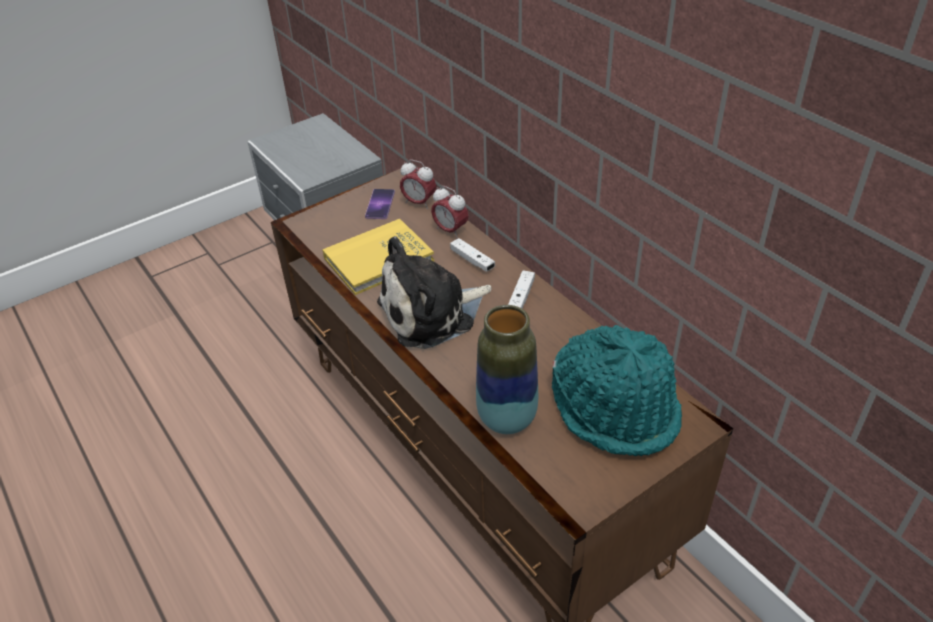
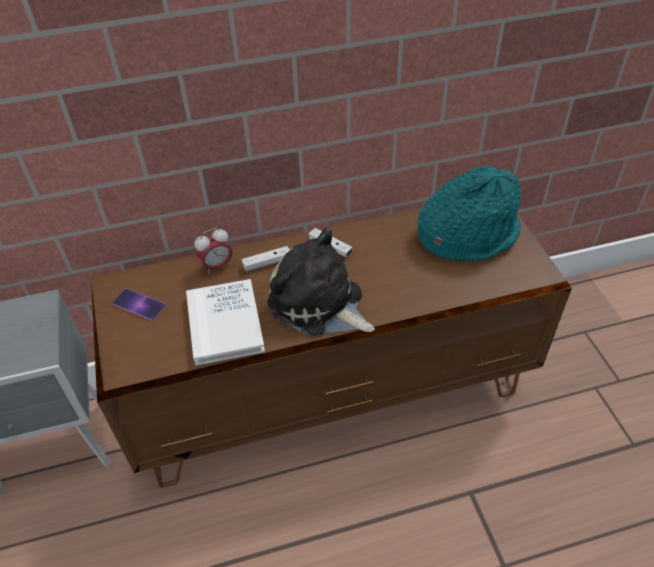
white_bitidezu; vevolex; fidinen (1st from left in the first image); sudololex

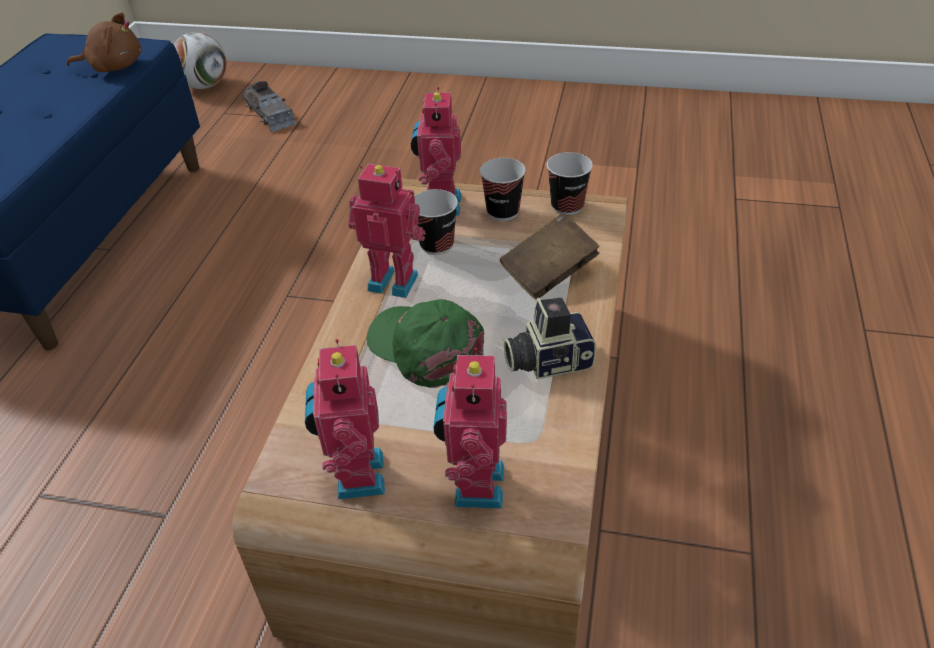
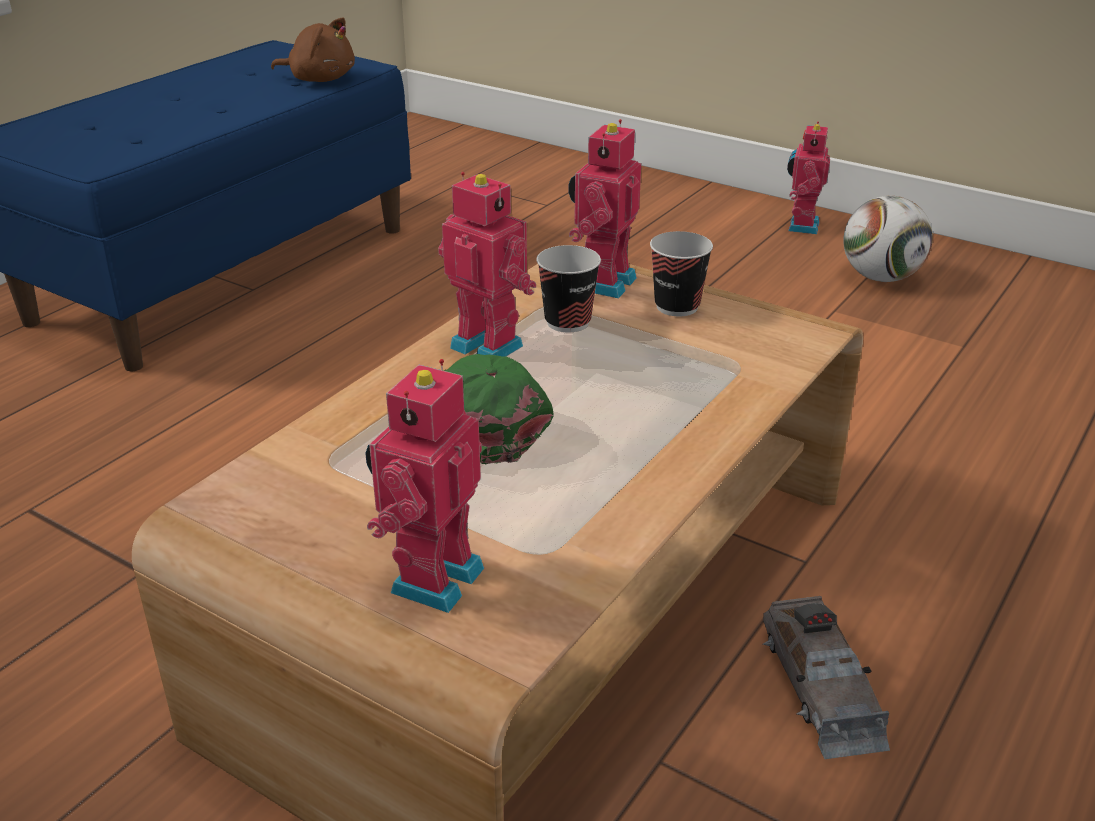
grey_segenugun; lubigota (4th from left); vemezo; brown_bitidezu; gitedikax; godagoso (3rd from left in the first image)

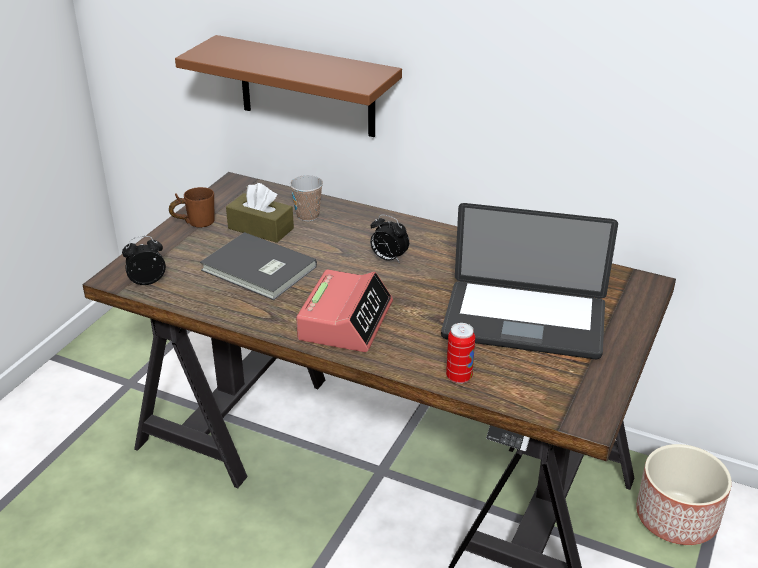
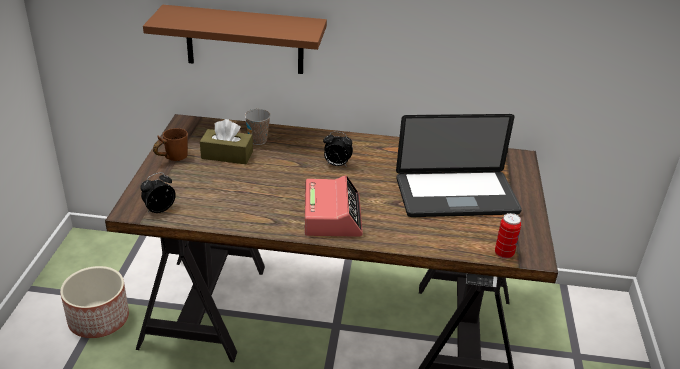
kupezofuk; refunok; grey_bitidezu

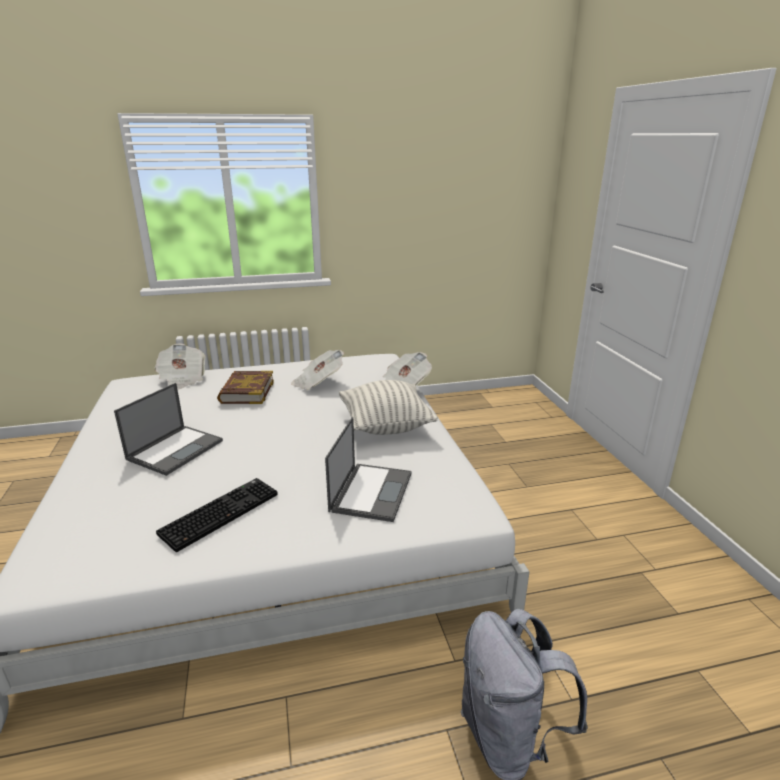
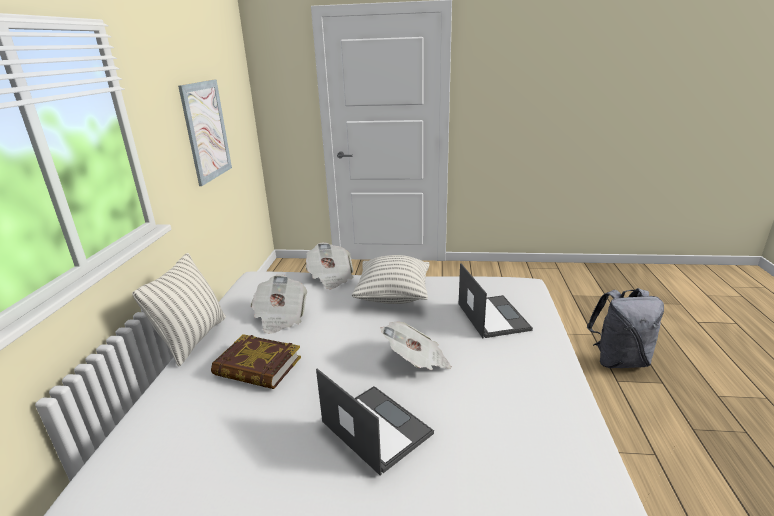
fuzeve (1st from left); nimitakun; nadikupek (3rd from left); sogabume (2nd from left); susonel

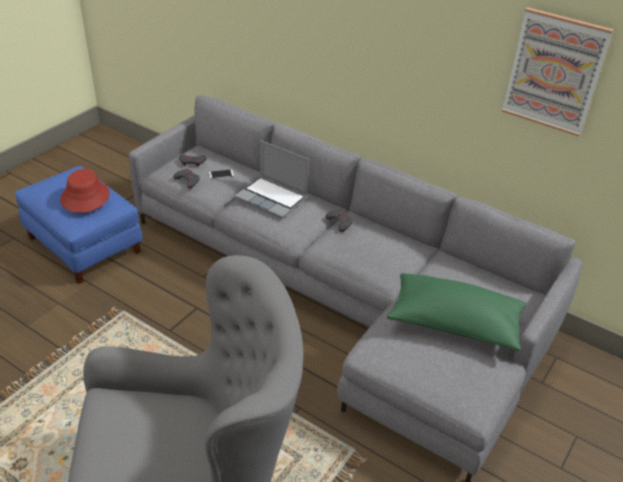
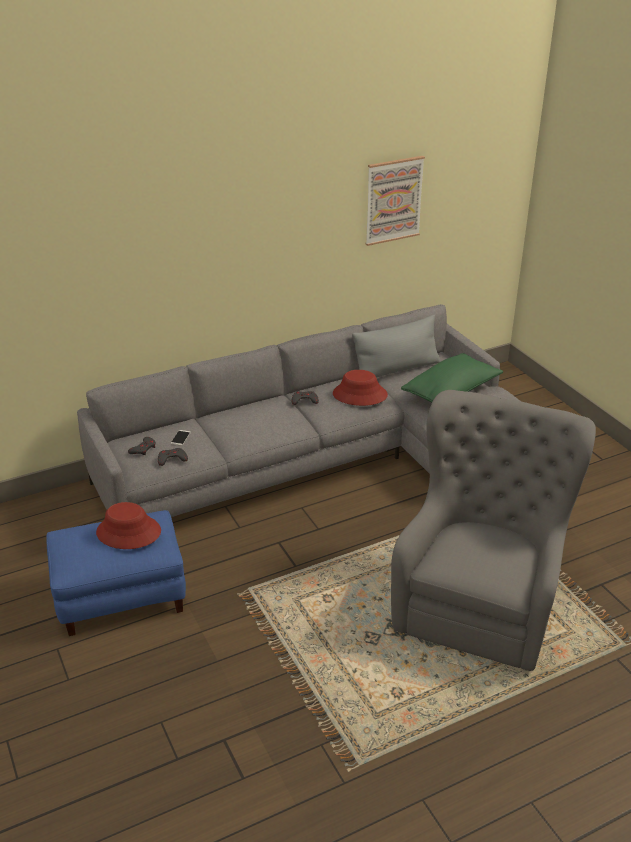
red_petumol (2nd from left); grey_fuzeve; sogabume

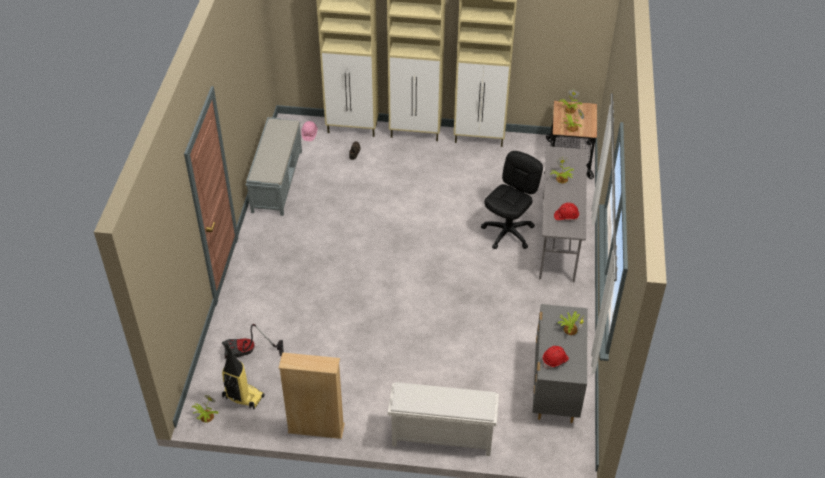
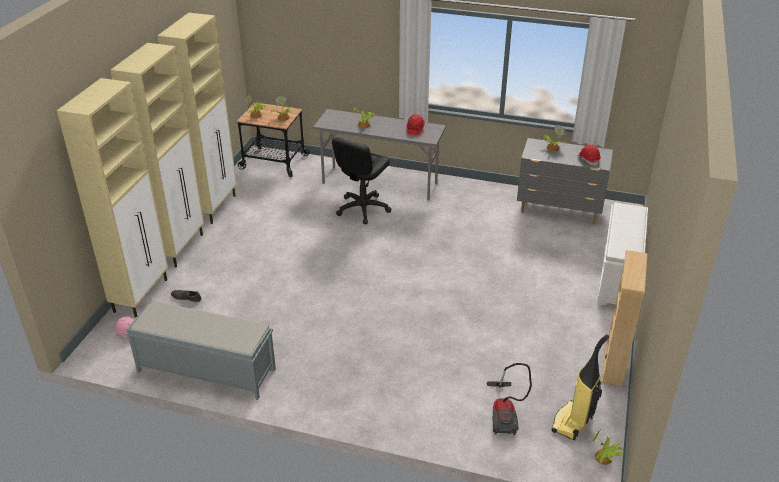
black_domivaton

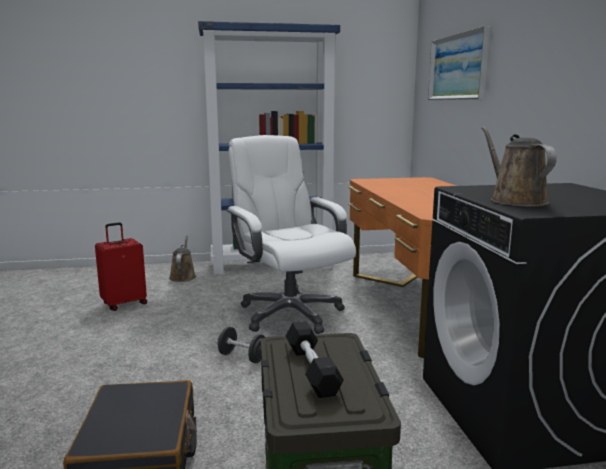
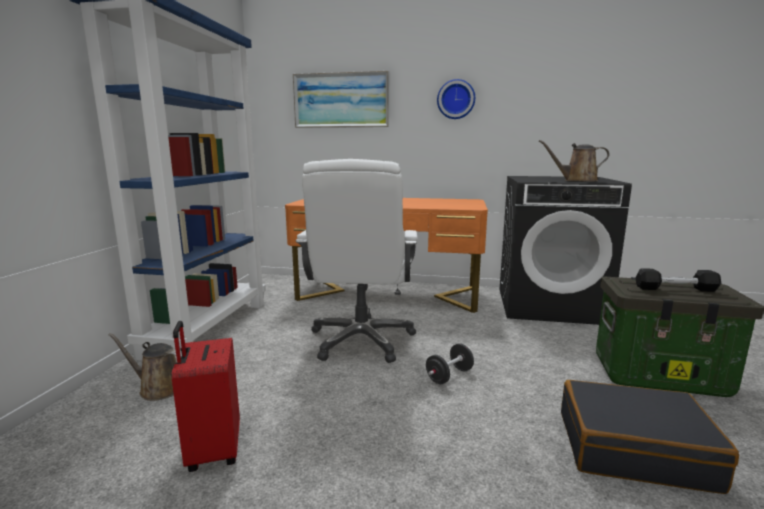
white_domivaton; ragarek

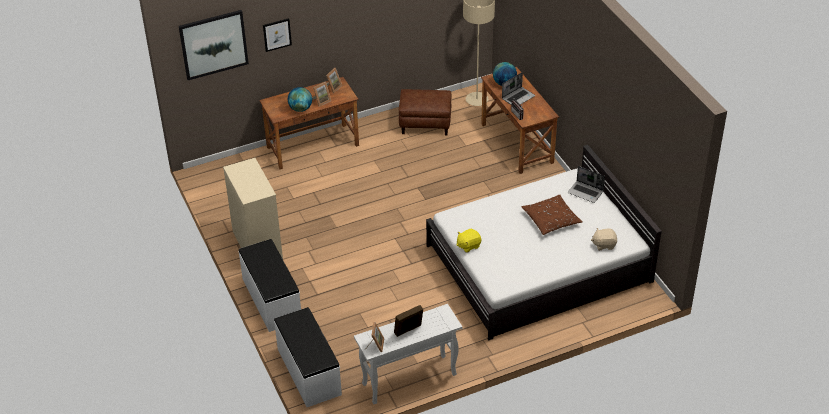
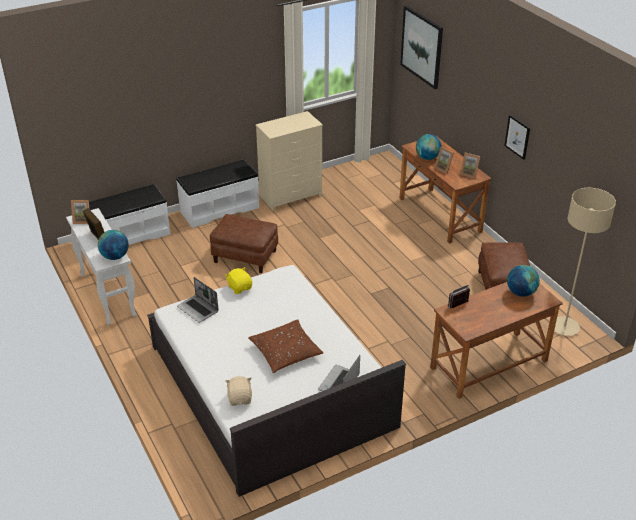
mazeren (1st from left); sogabume (1st from left); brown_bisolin (1st from left); nimitakun (2nd from left)

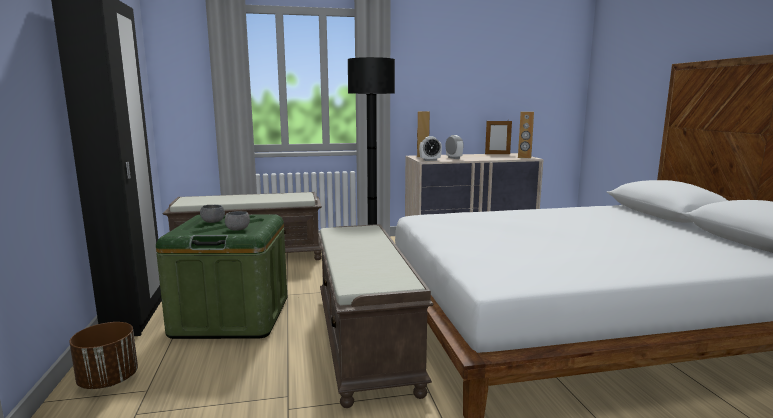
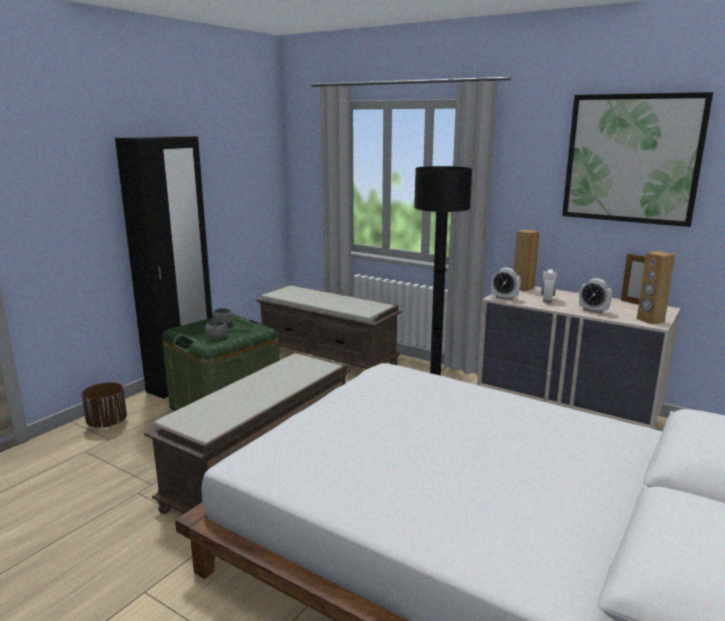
nimitakun; fidinen (3rd from left)

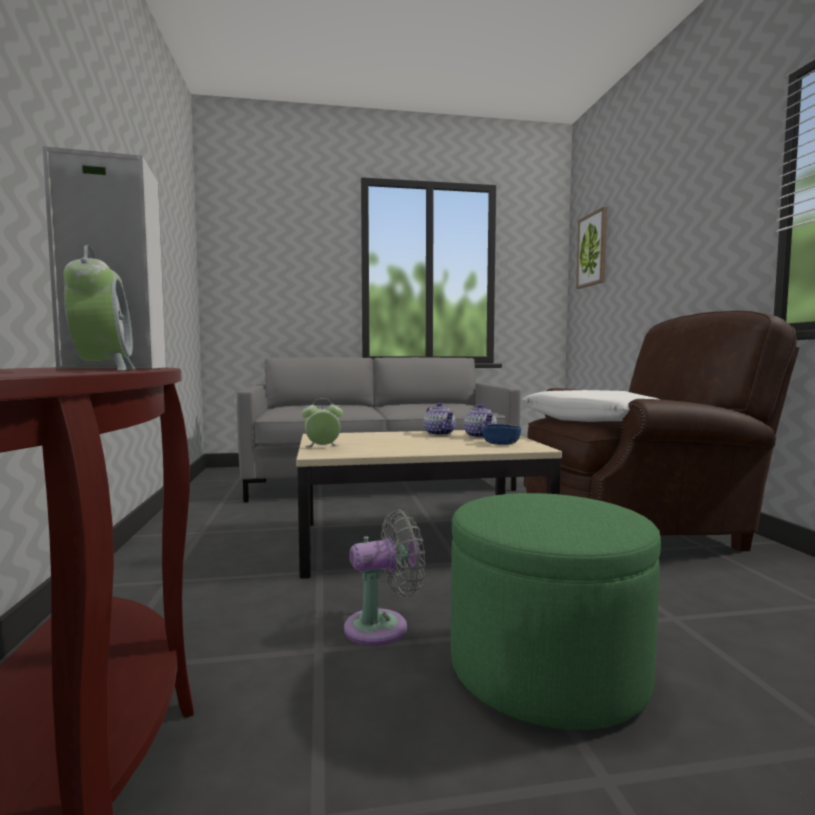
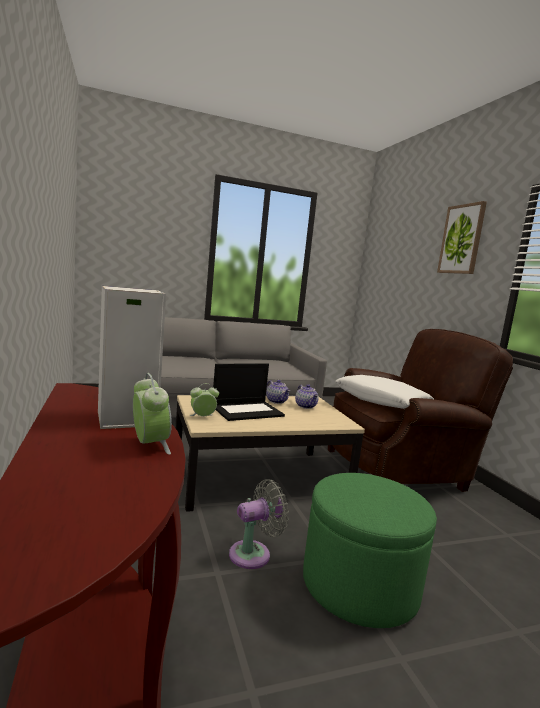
sogabume; nimitakun; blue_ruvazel

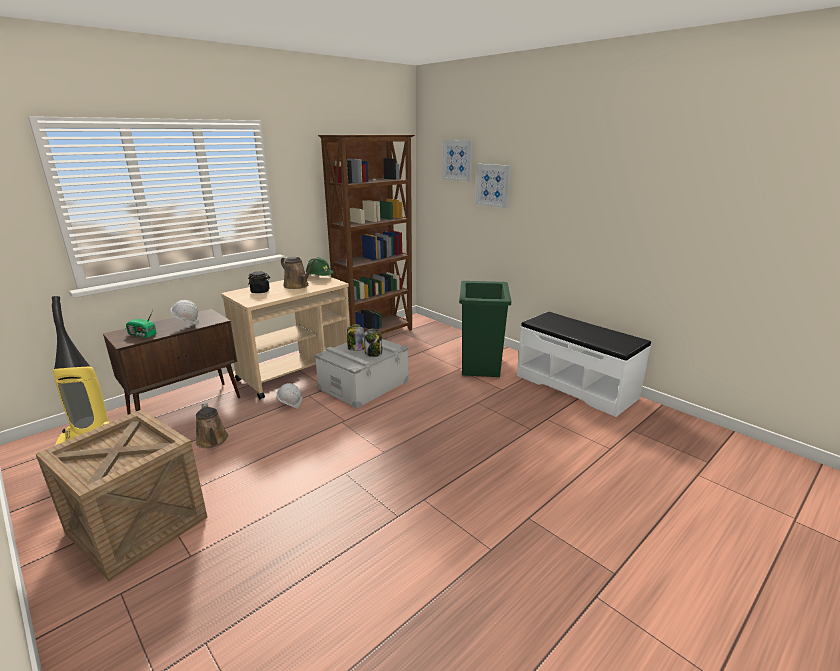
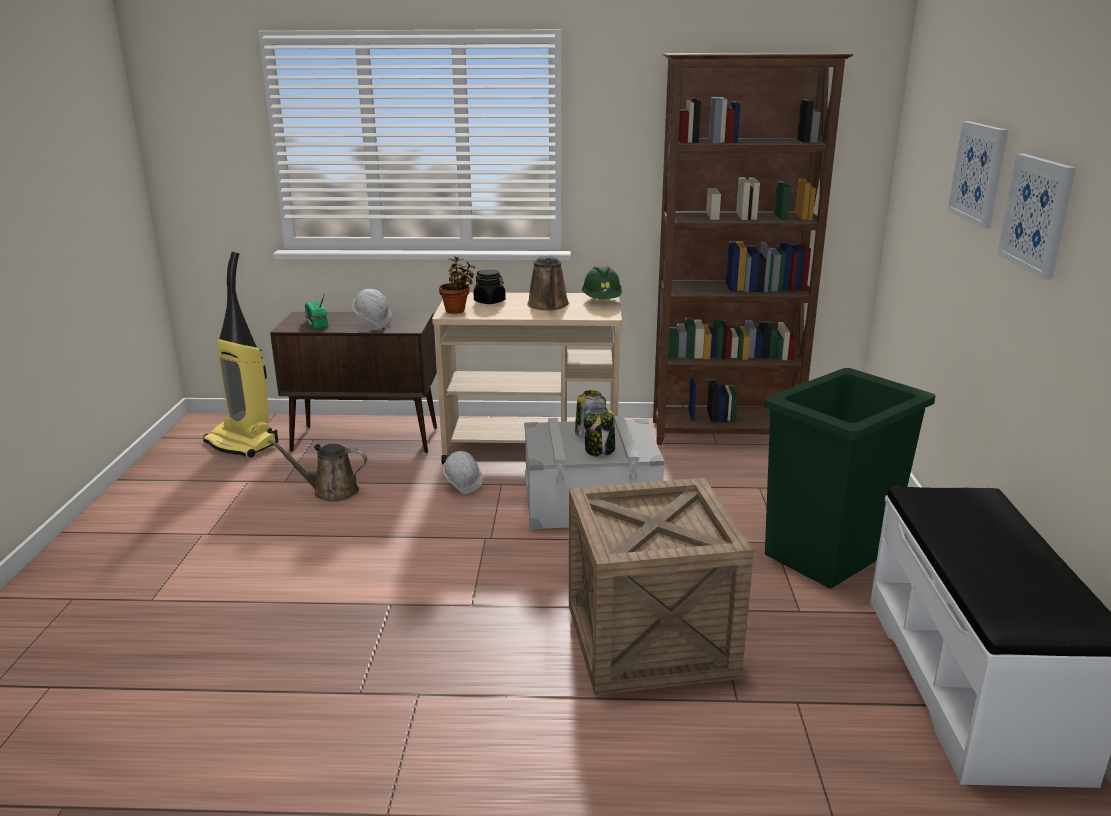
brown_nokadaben (1st from left); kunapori; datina; nimitakun (2nd from left)

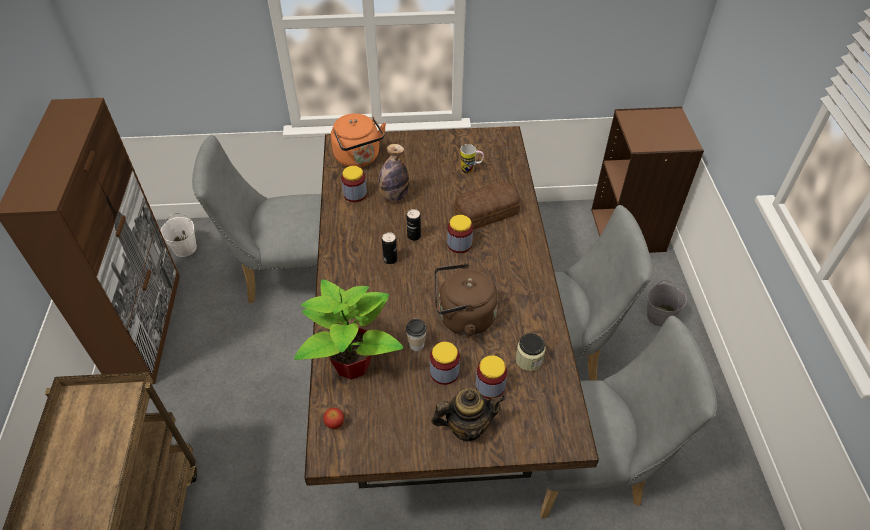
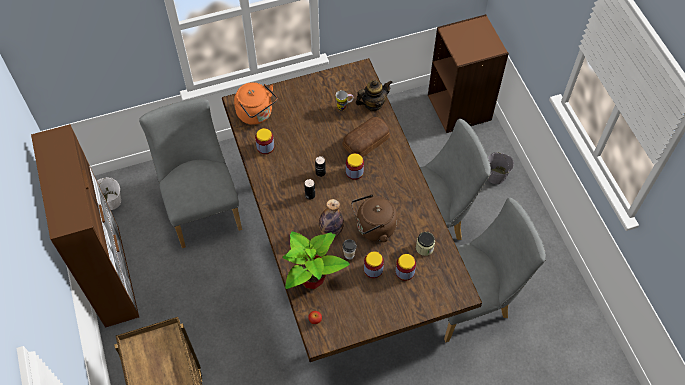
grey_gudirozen (1st from left); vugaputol; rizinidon

